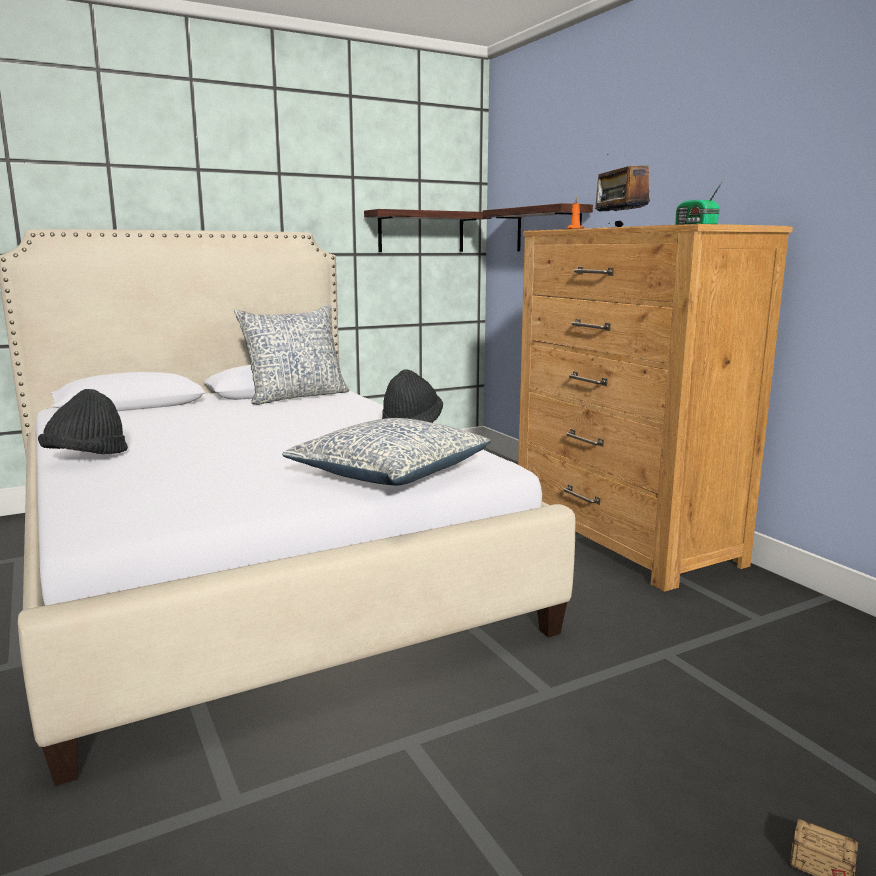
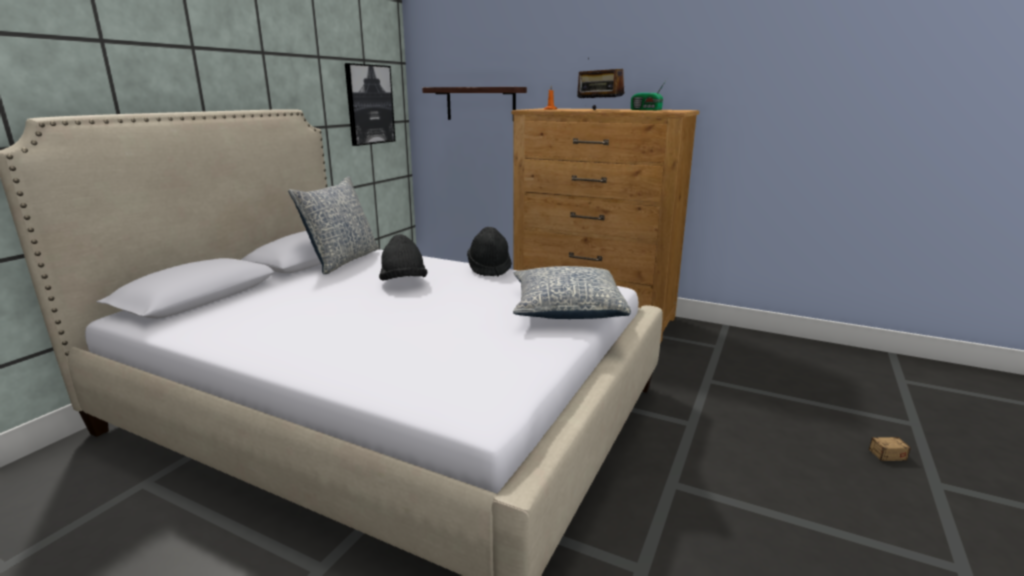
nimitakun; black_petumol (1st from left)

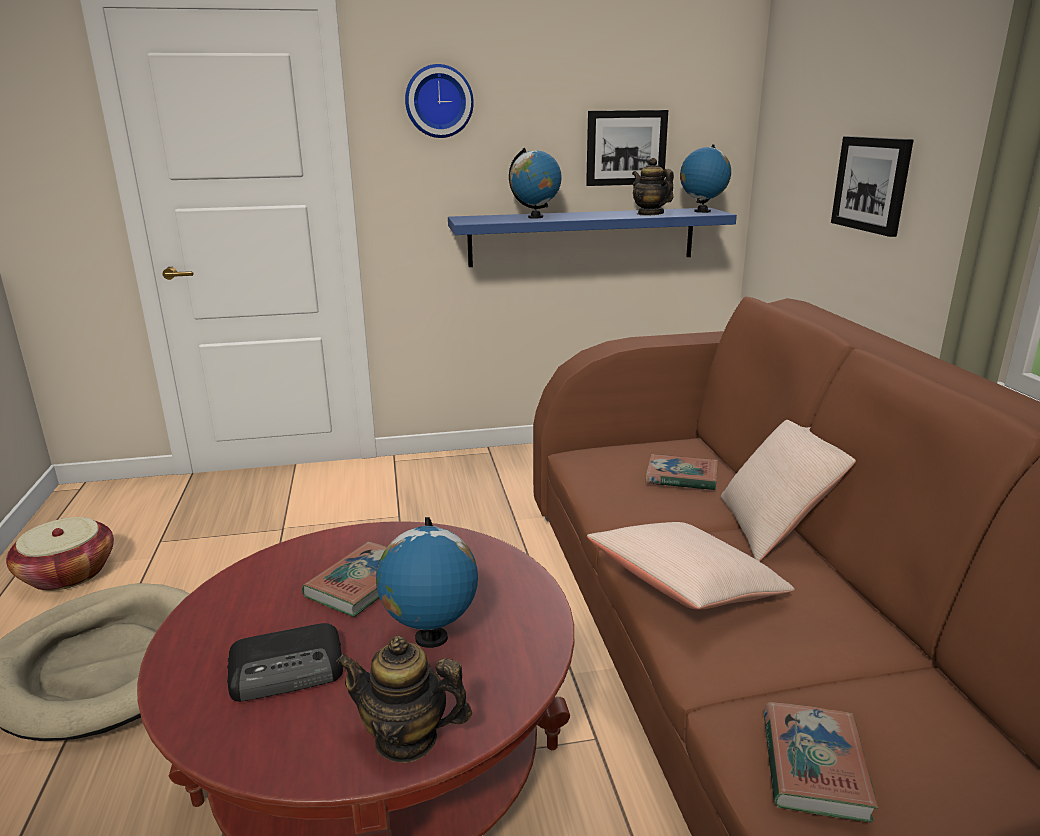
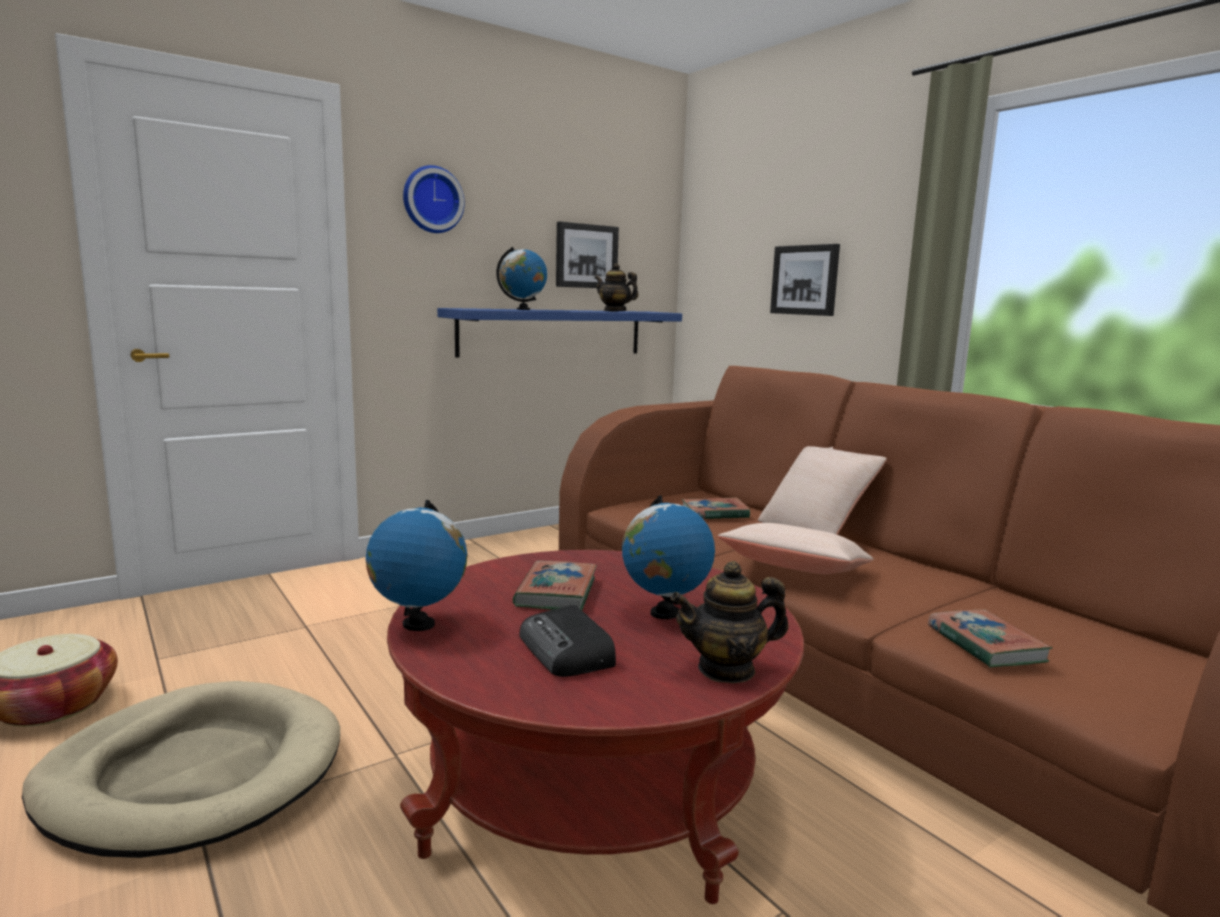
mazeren (1st from left); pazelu

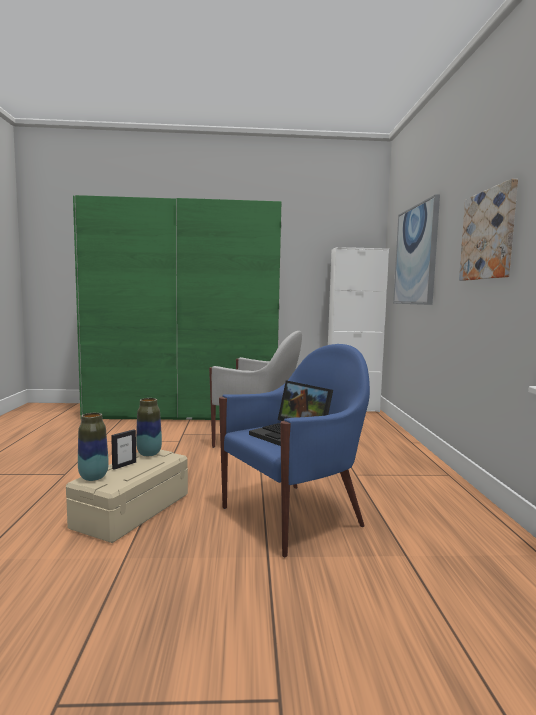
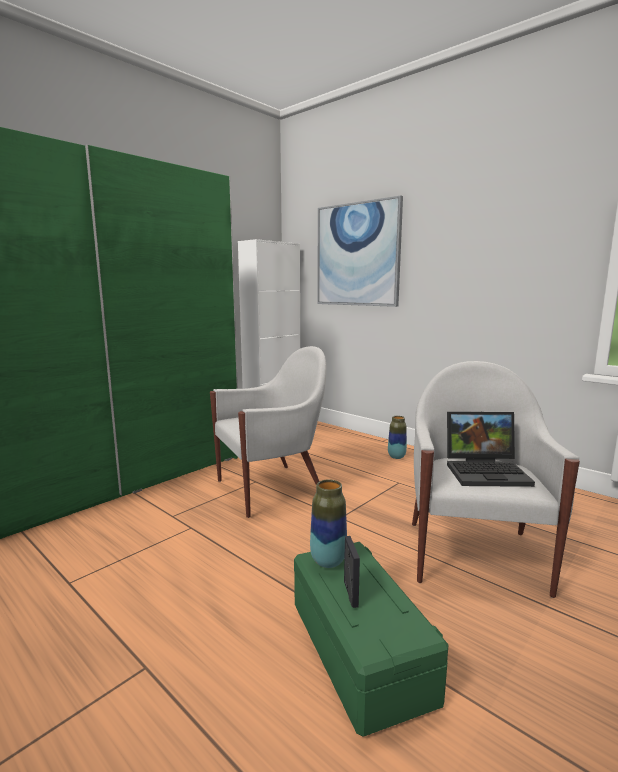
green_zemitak; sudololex (2nd from left); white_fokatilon (2nd from left); nimitakun (2nd from left in the first image)

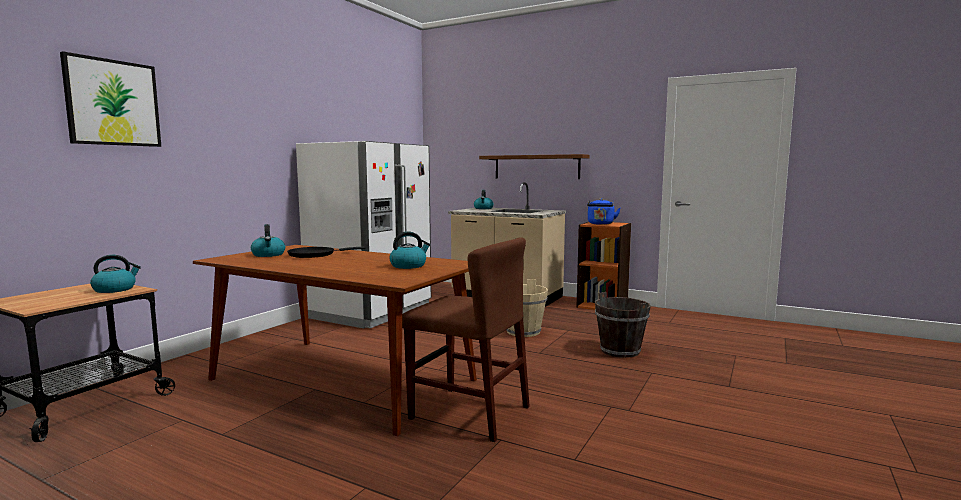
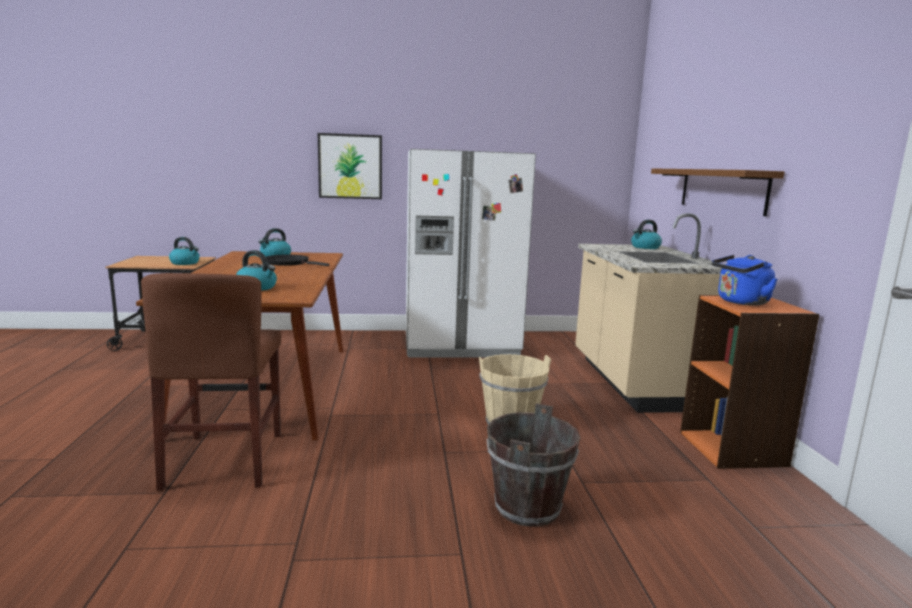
nimitakun

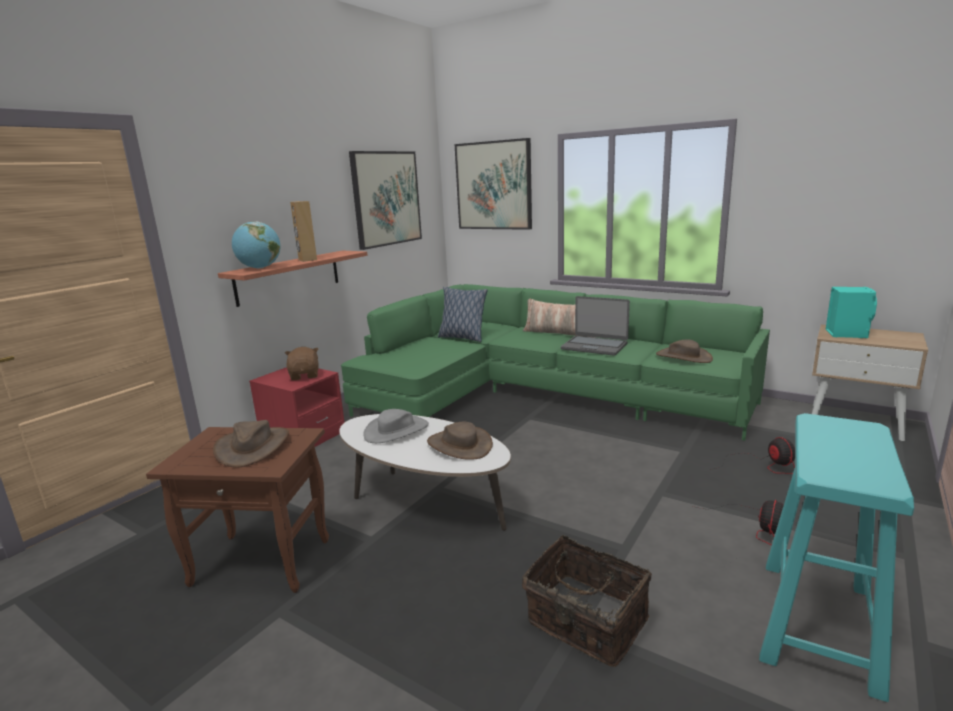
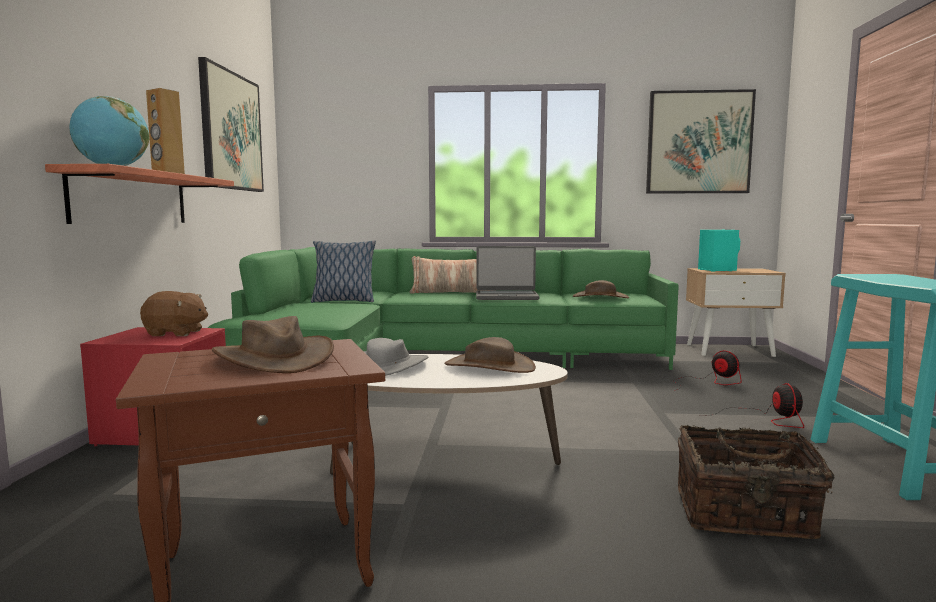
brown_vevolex; nimitakun (2nd from left)

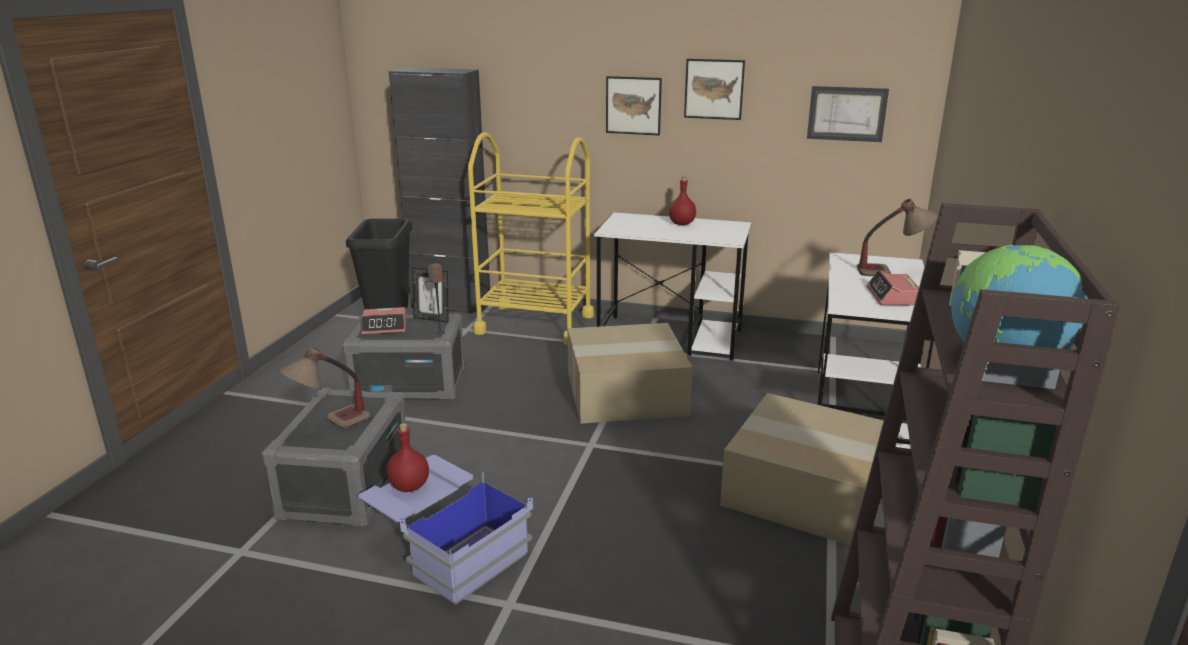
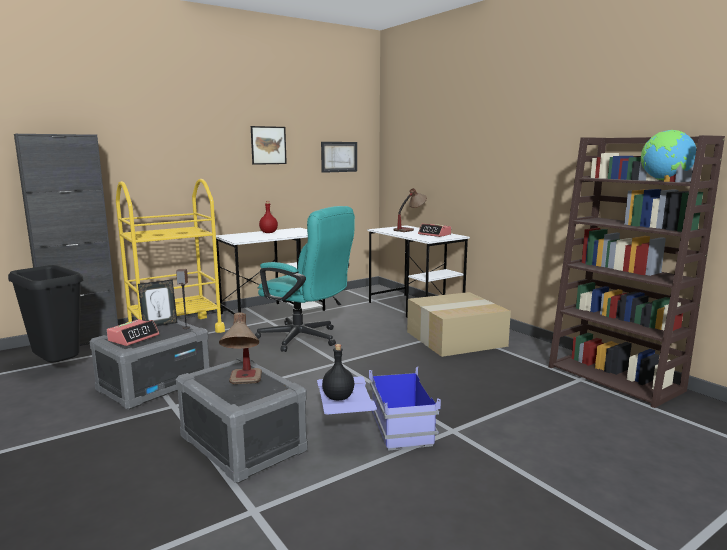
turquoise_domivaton; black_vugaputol; nimitakun (1st from left in the first image)

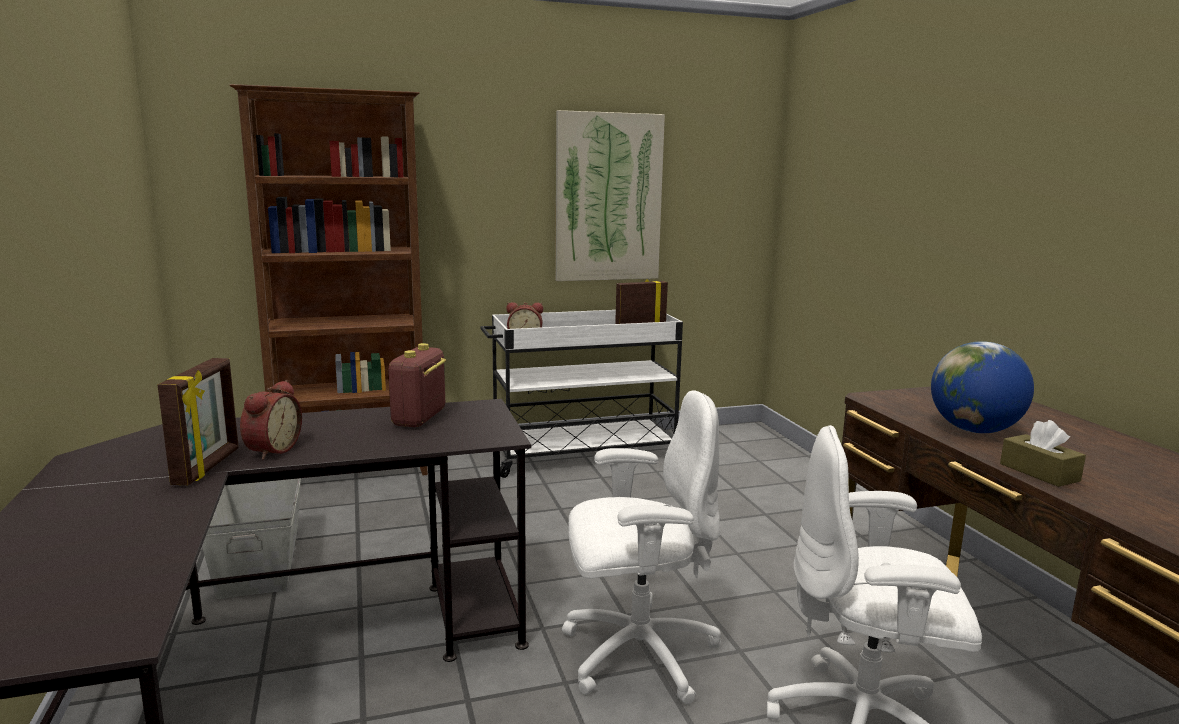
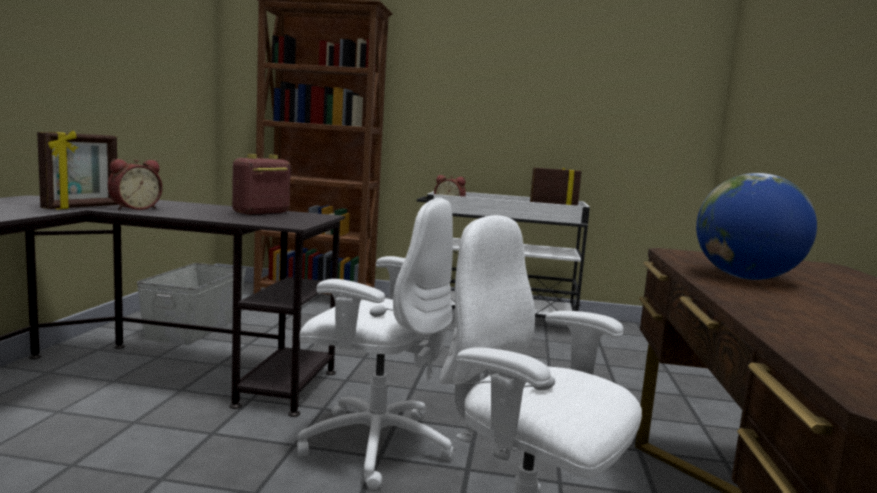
nimitakun; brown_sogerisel

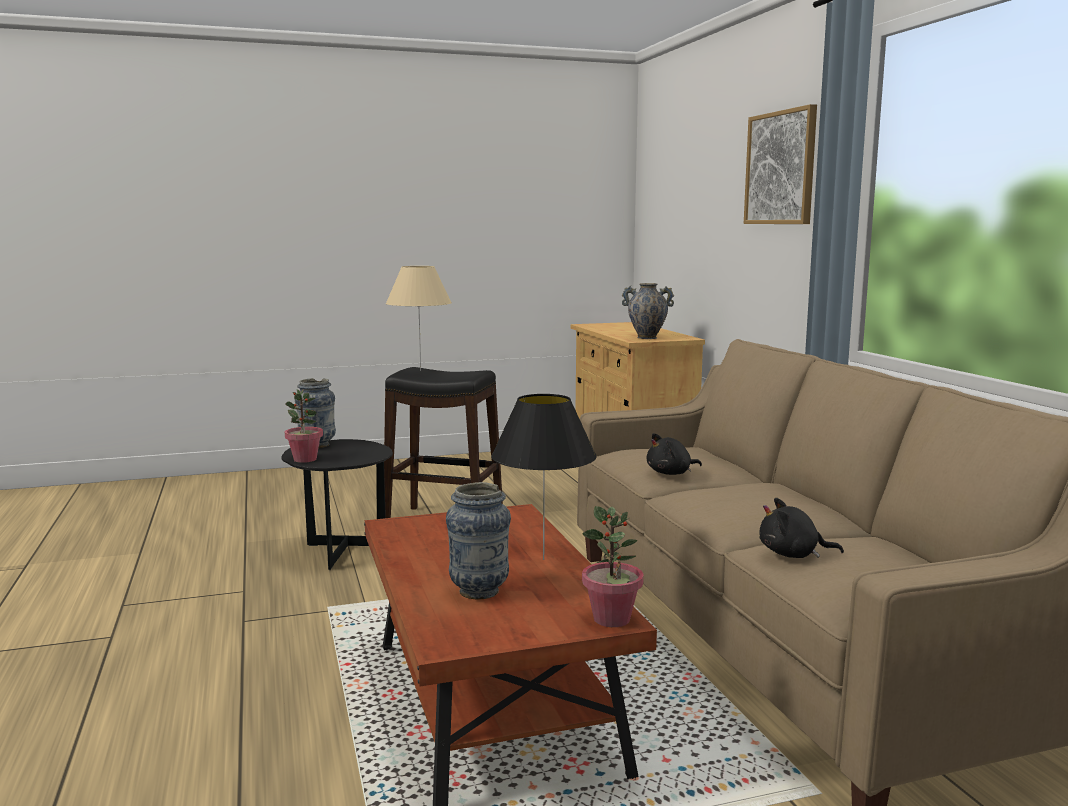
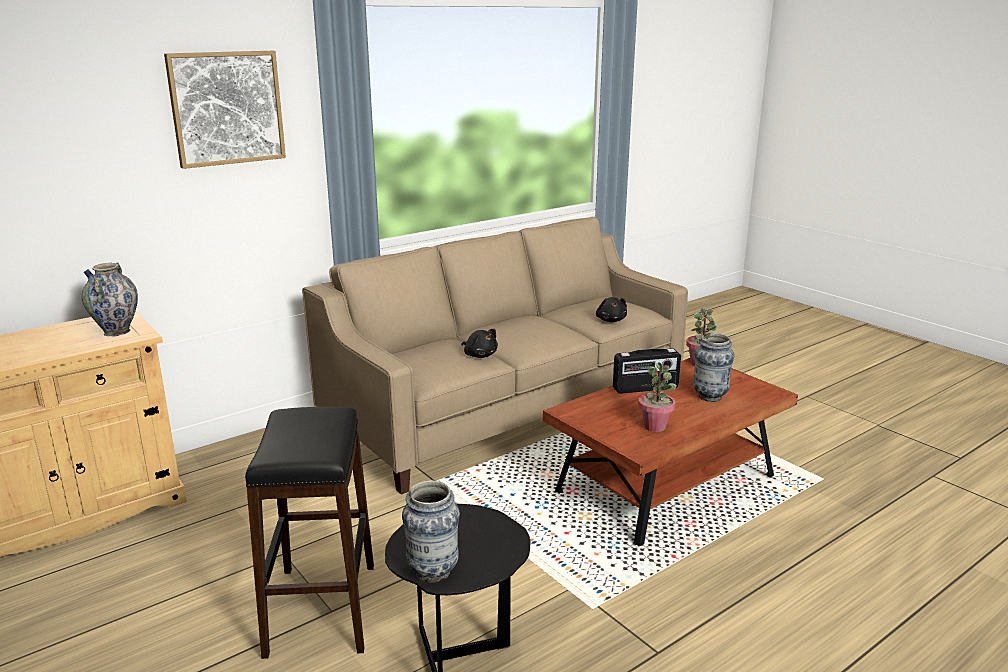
pazelu; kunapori (1st from left); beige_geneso

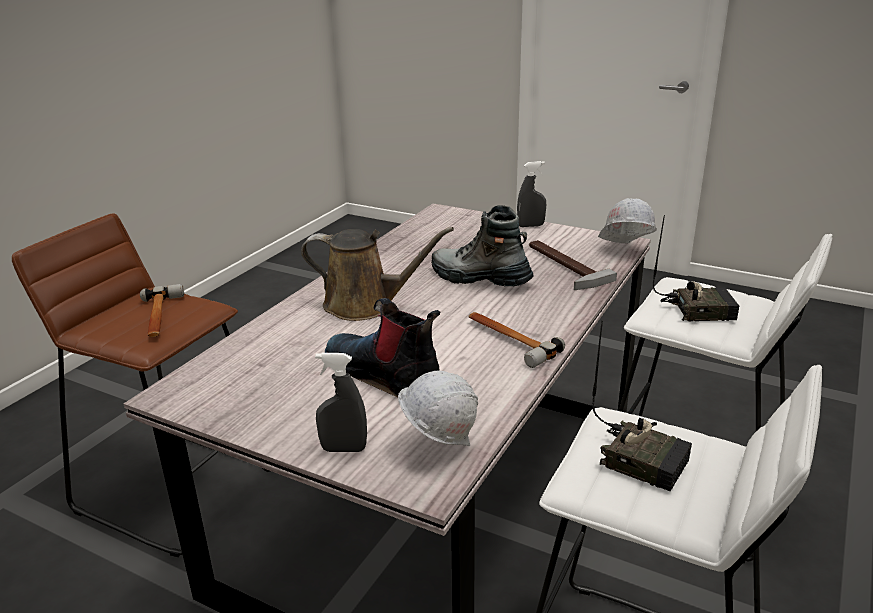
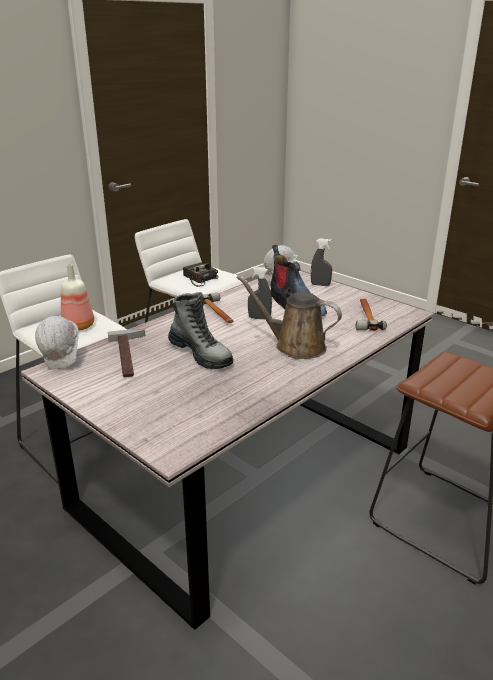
vugaputol; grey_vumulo (1st from left); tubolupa (3rd from left)

